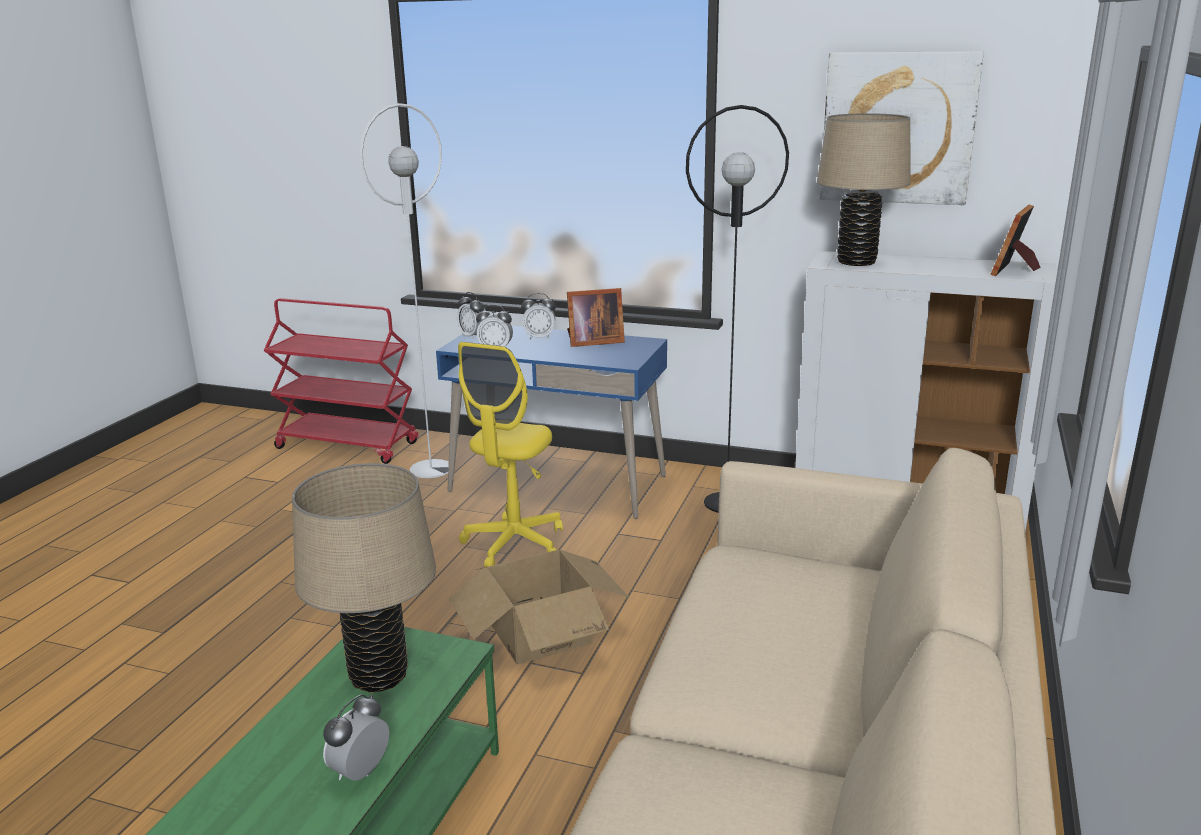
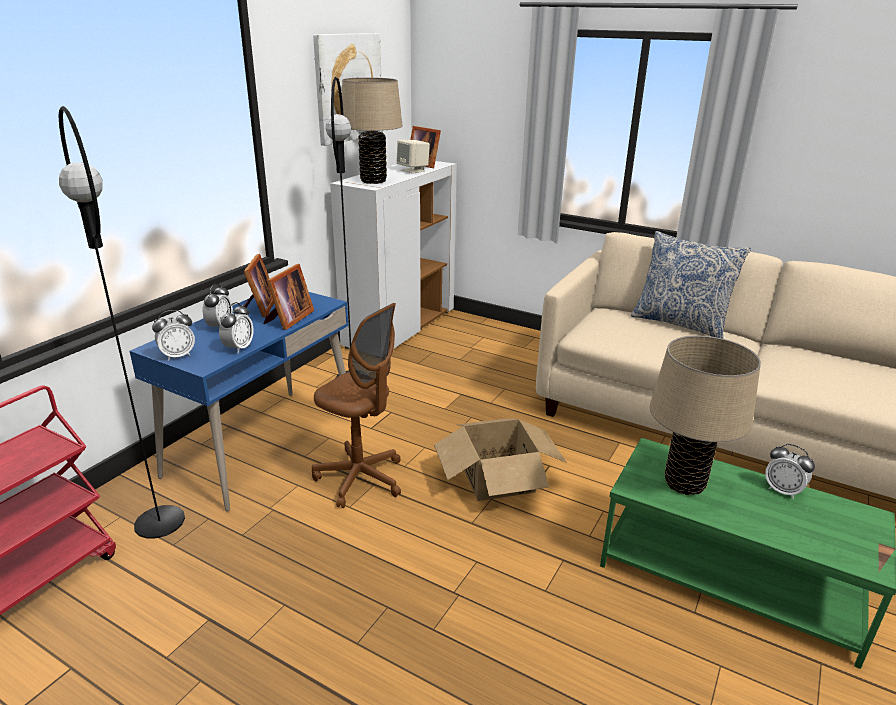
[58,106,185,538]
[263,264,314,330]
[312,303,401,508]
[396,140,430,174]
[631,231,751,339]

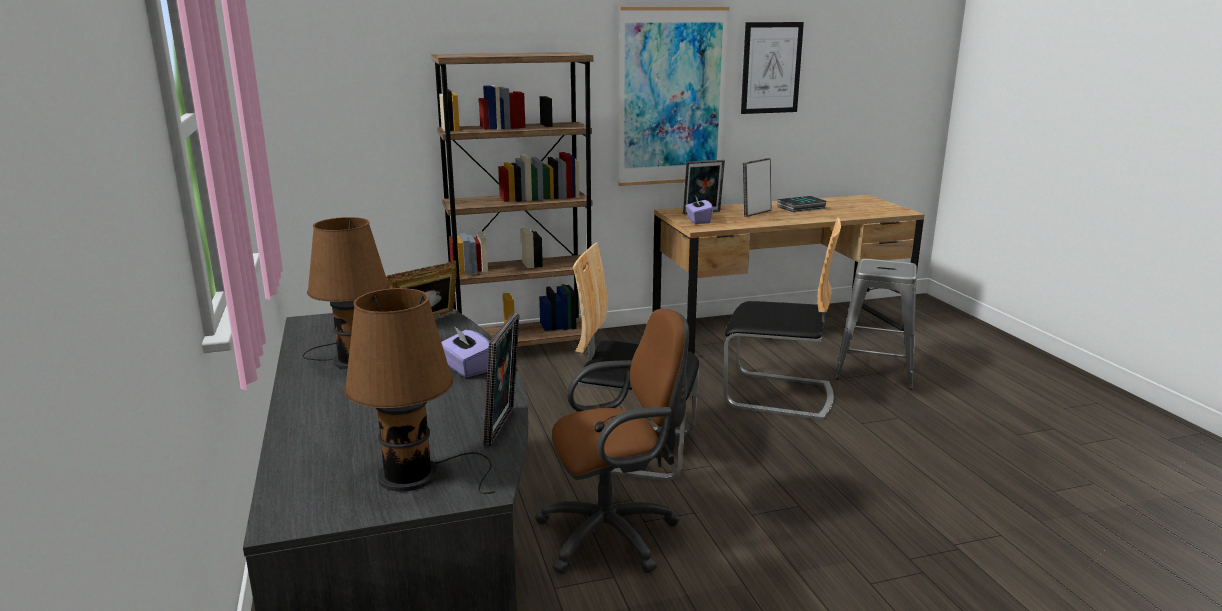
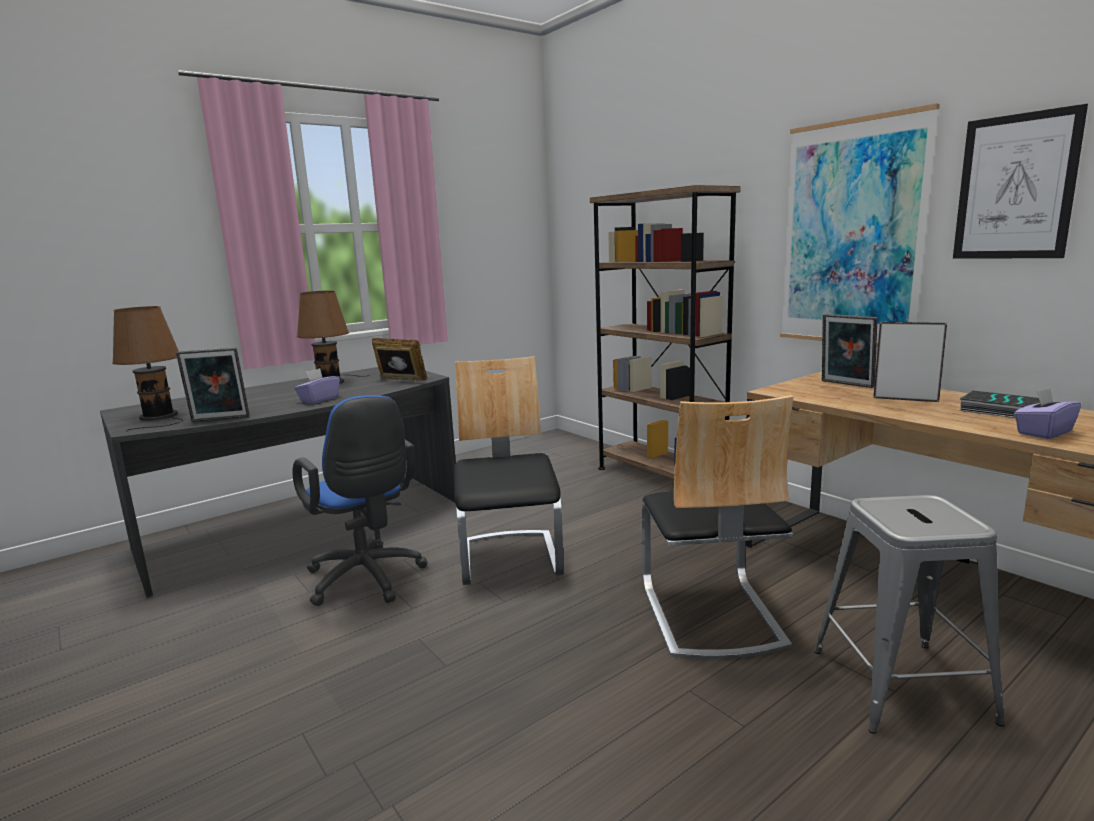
[292,395,428,606]
[1014,387,1081,439]

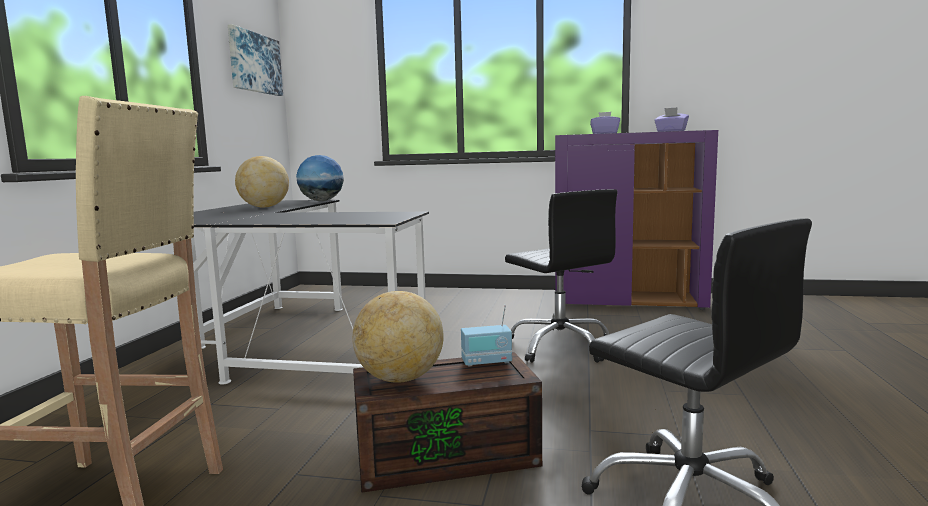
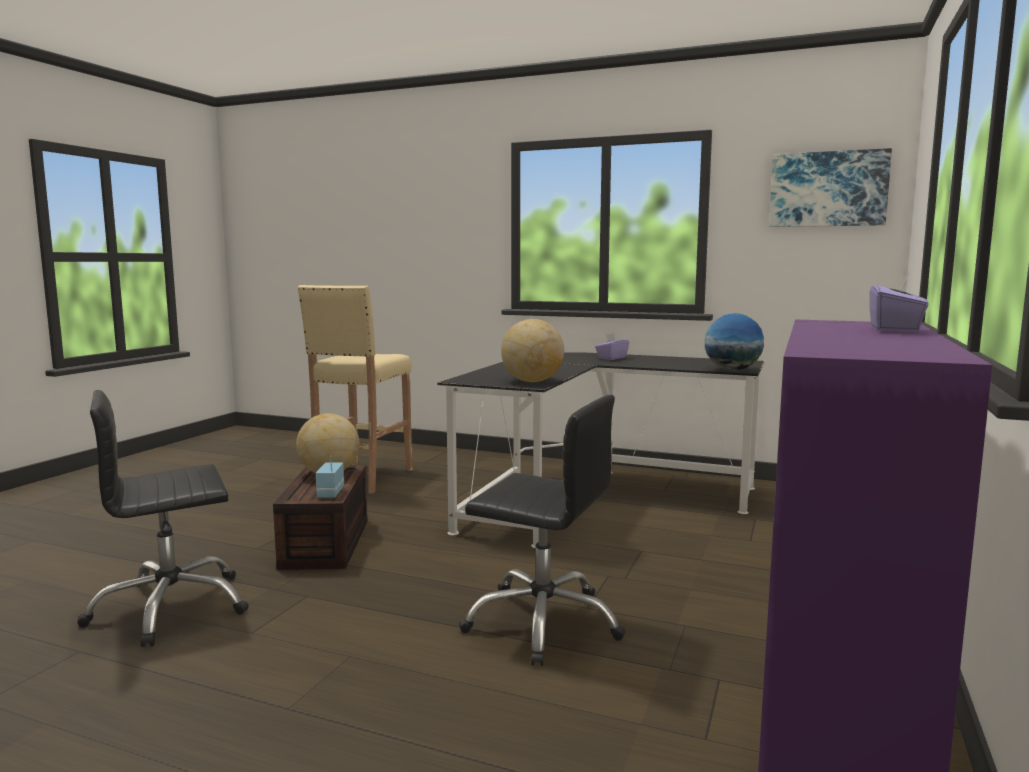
[459,395,626,666]
[501,319,564,382]
[595,333,629,360]

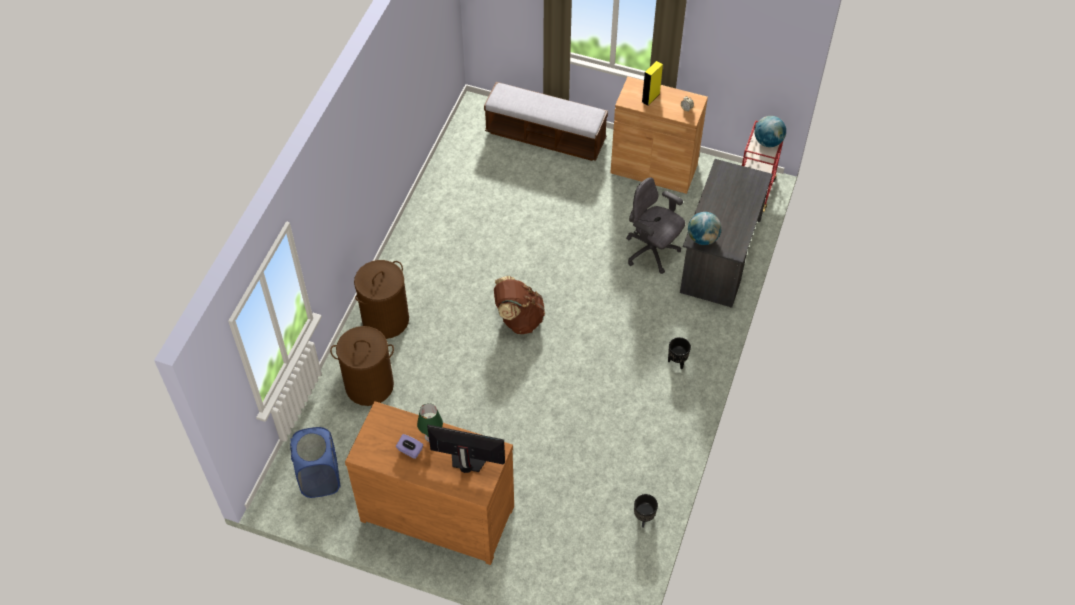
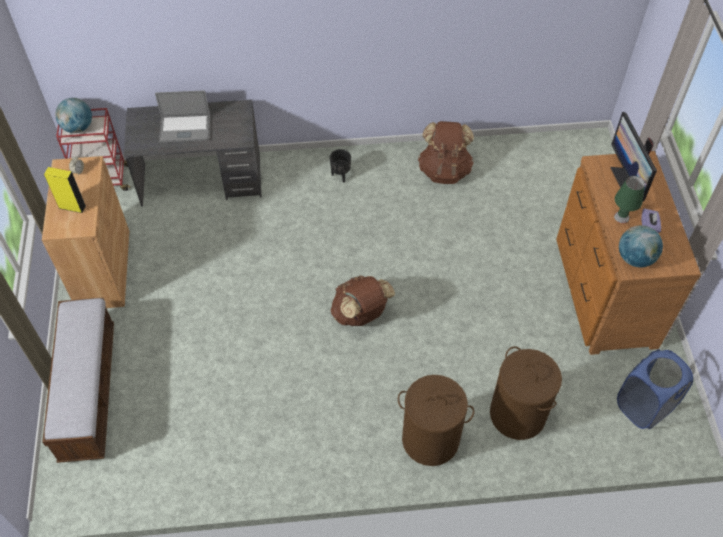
[155,90,210,142]
[418,121,474,184]
[619,225,663,267]
[626,177,685,274] (first image)
[634,494,658,528] (first image)

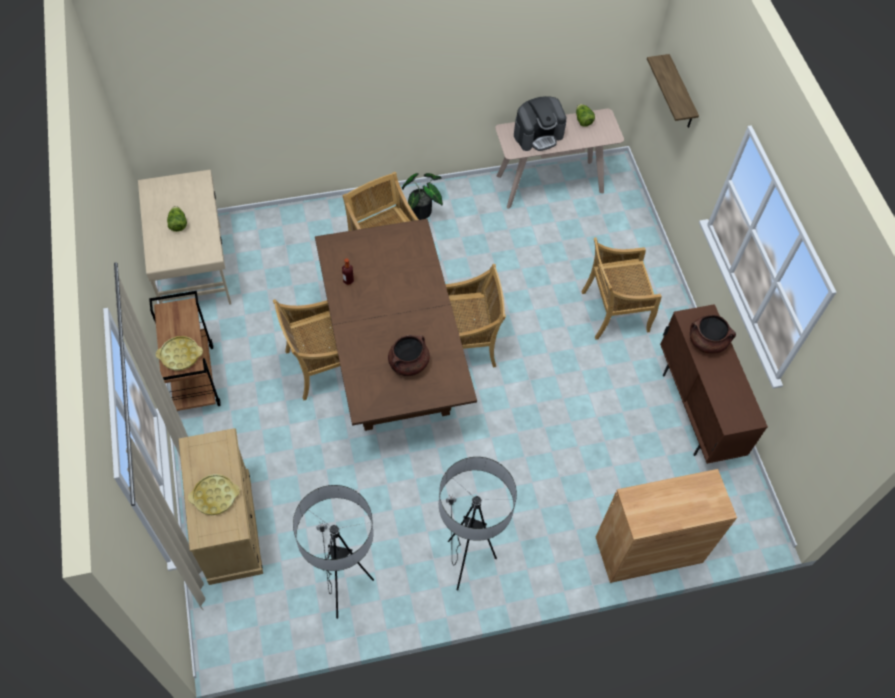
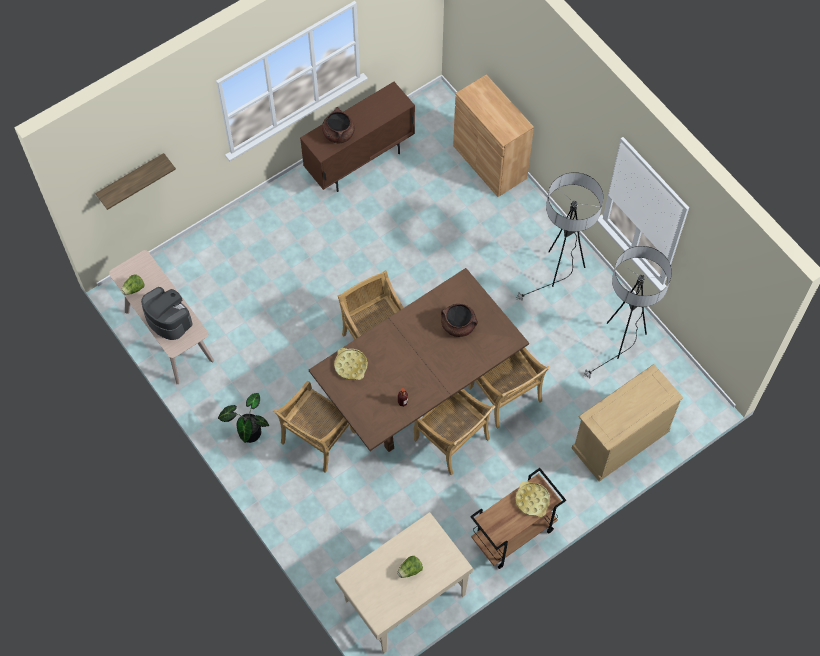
[334,348,368,380]
[468,347,550,429]

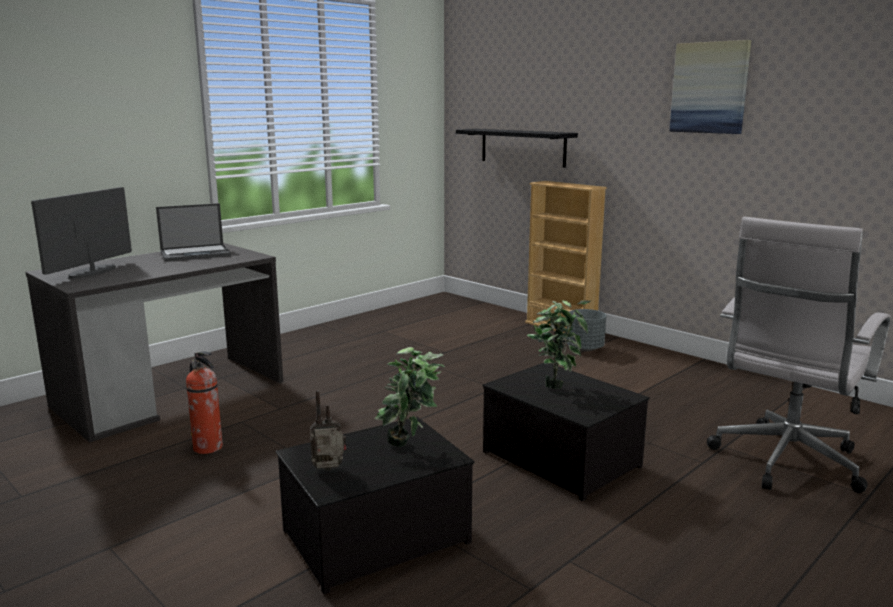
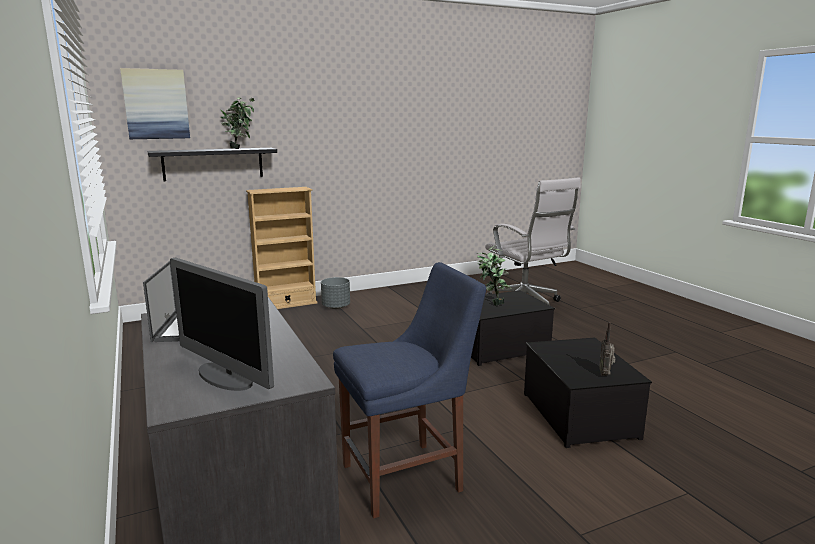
[120,68,190,139]
[221,97,254,149]
[333,262,486,519]

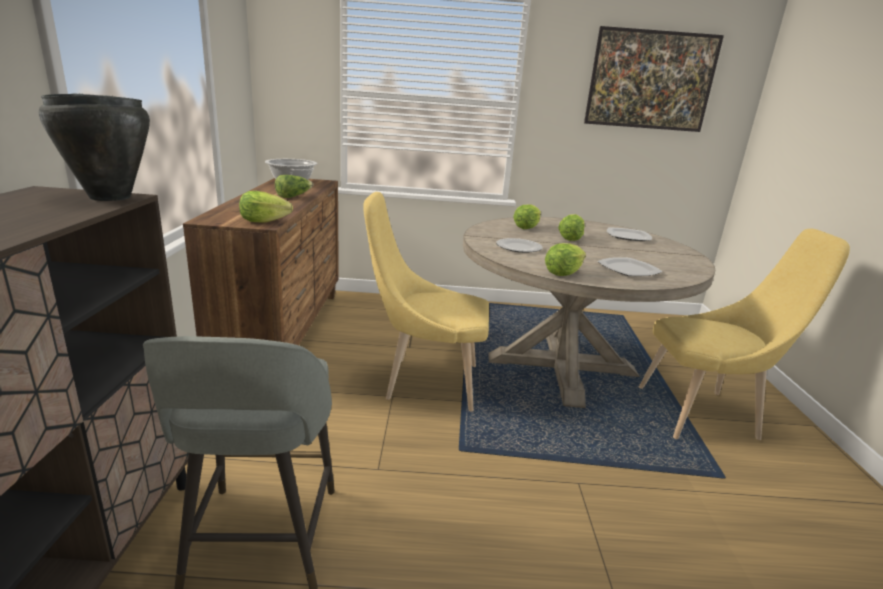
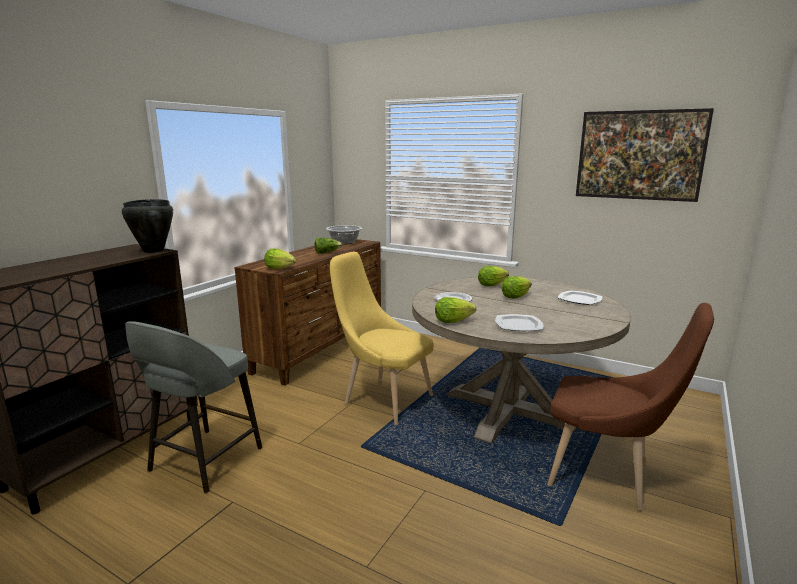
[547,303,714,511]

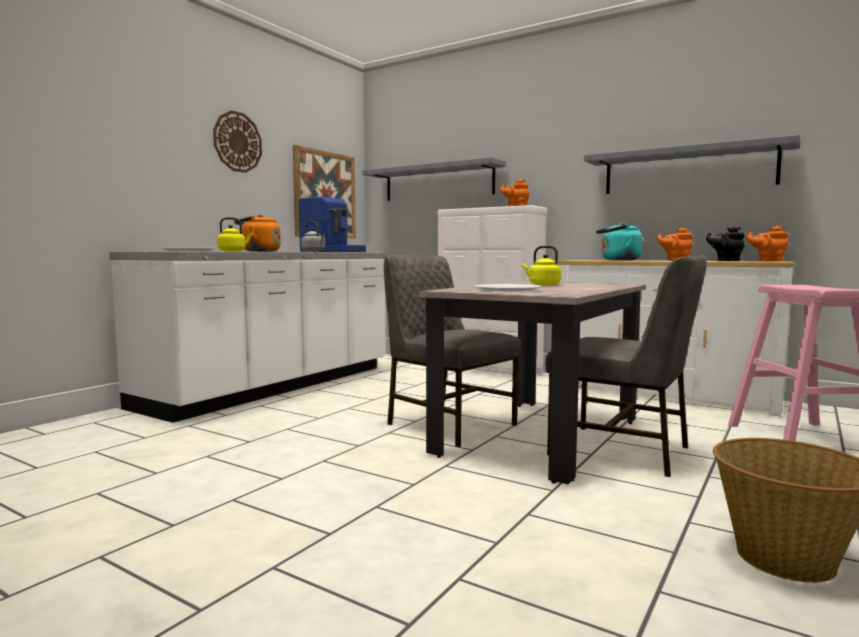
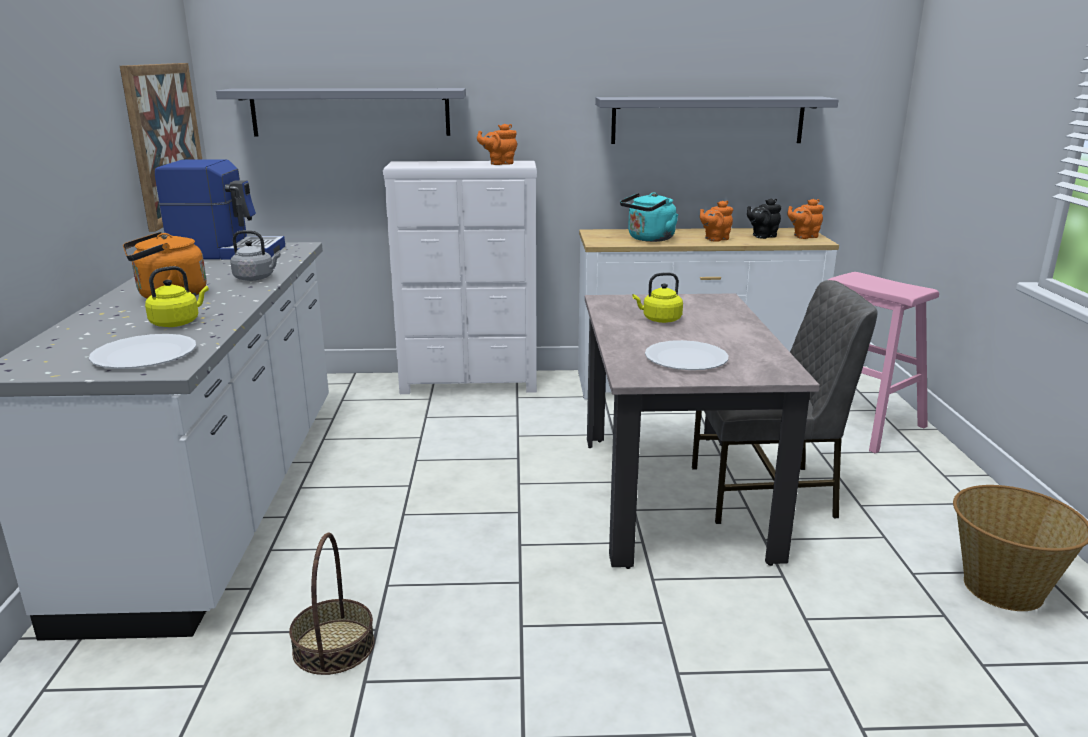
[289,533,375,675]
[213,110,262,173] (first image)
[384,255,522,447] (first image)

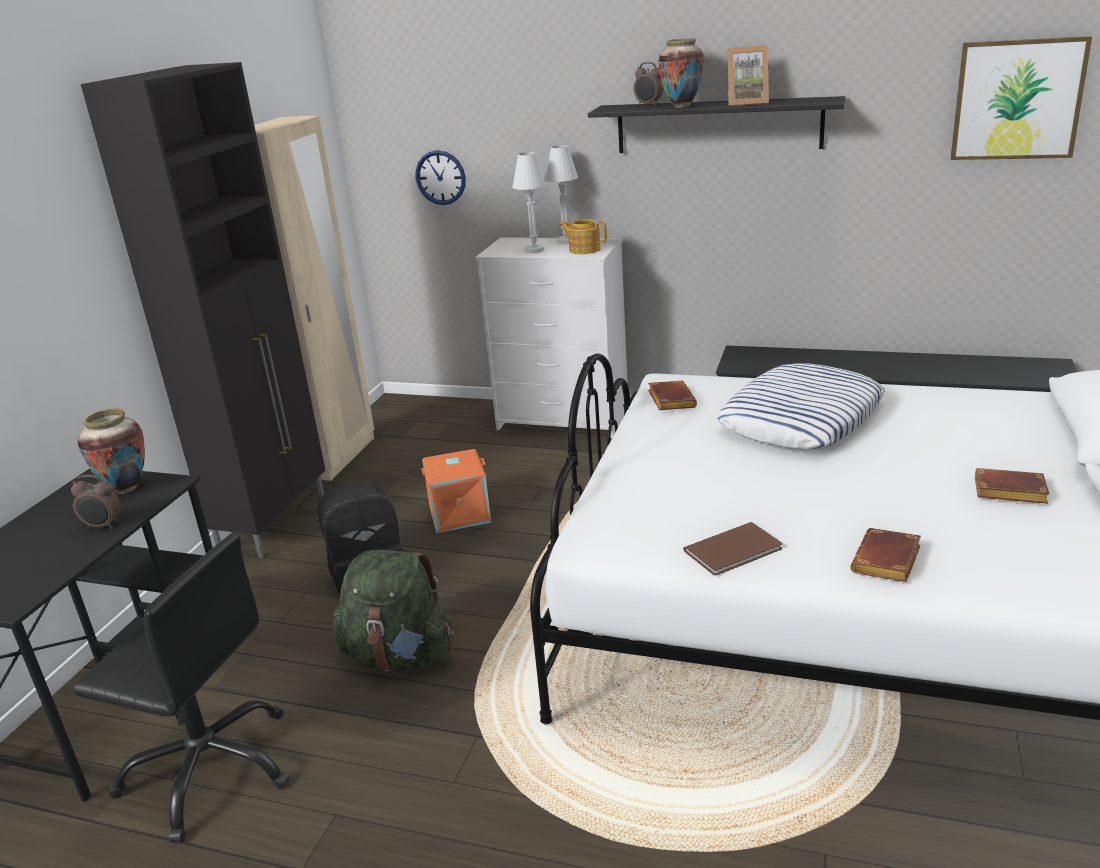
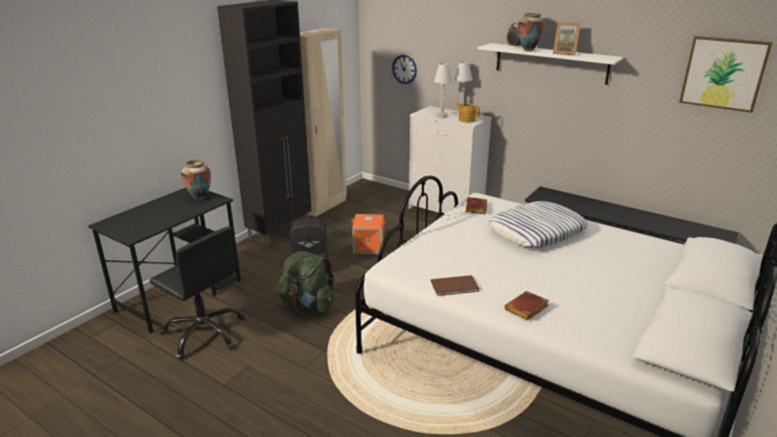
[478,43,623,85]
[71,475,121,529] (first image)
[975,468,1049,504] (first image)

